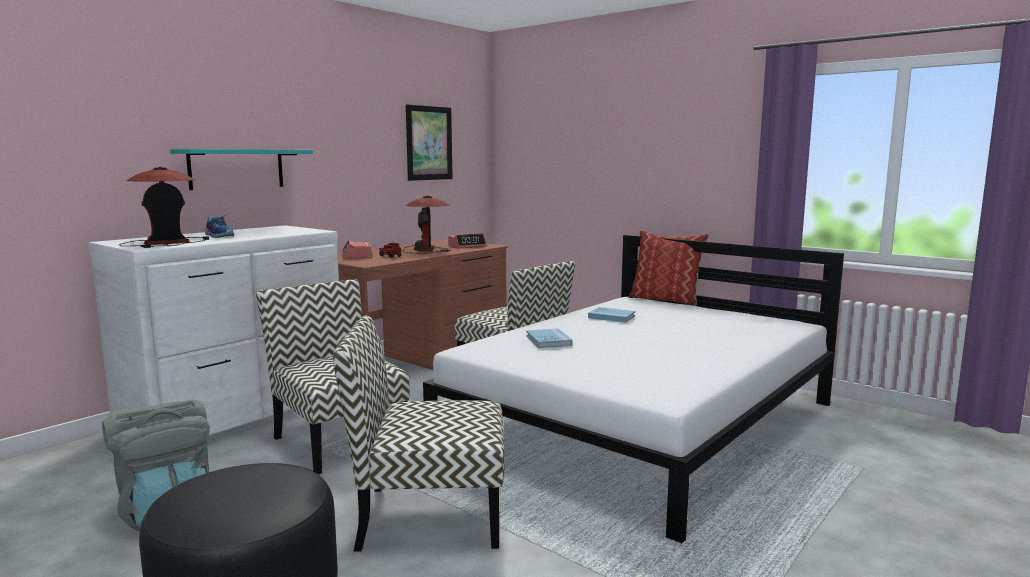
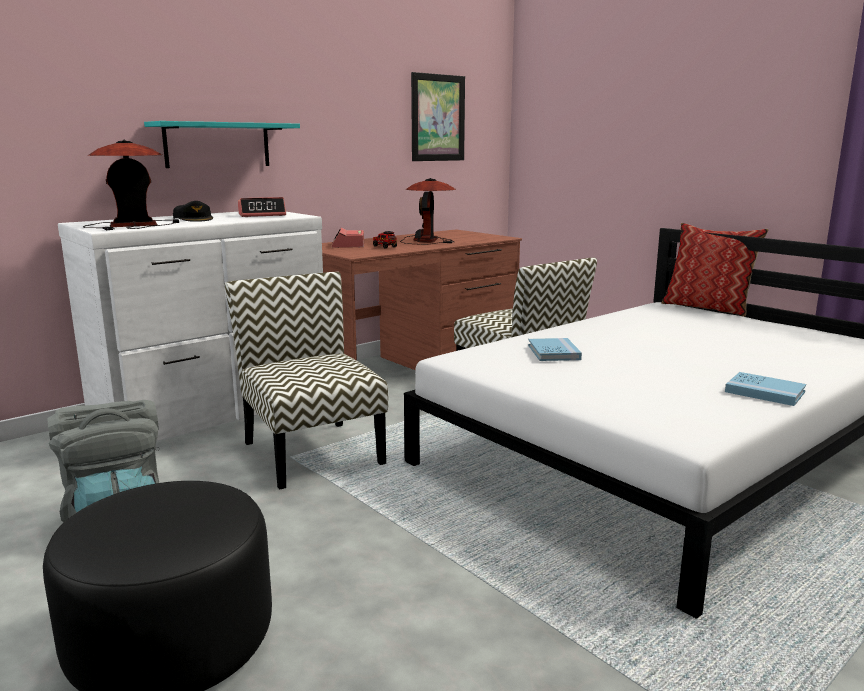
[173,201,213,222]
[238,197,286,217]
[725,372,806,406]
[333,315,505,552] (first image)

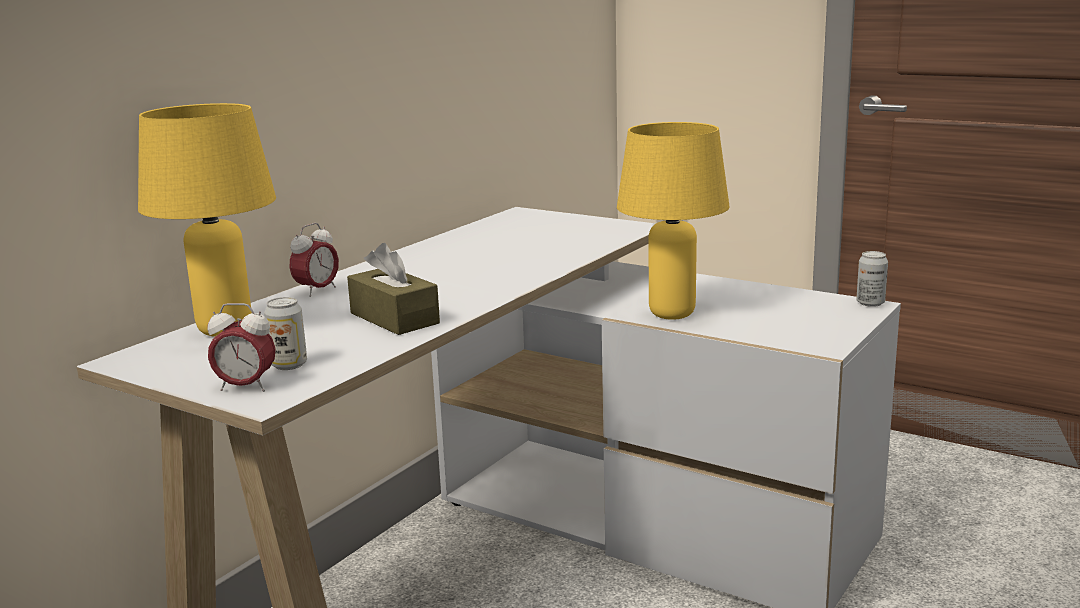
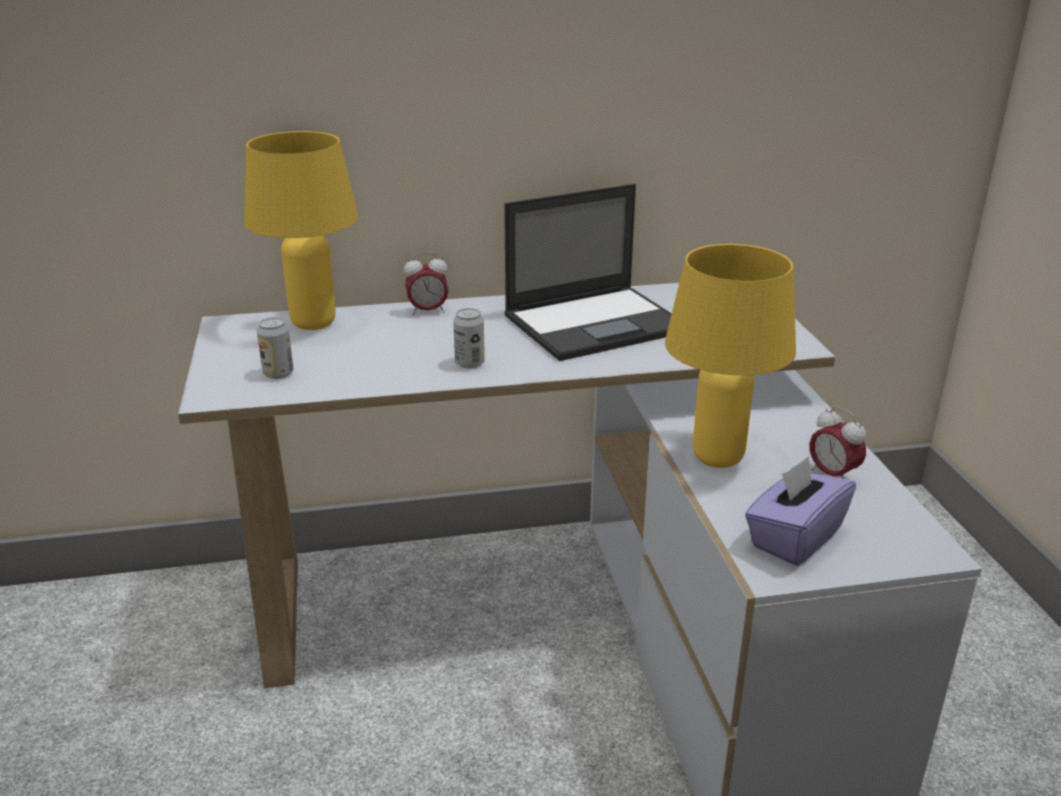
[453,308,485,369]
[504,184,672,361]
[745,456,856,566]
[810,407,866,479]
[347,243,440,335] (first image)

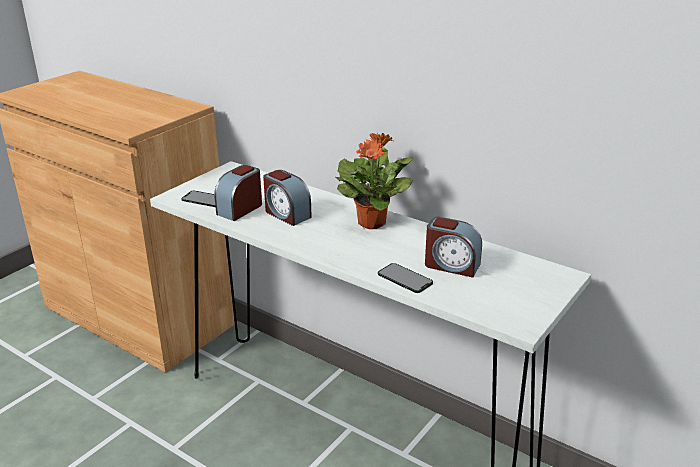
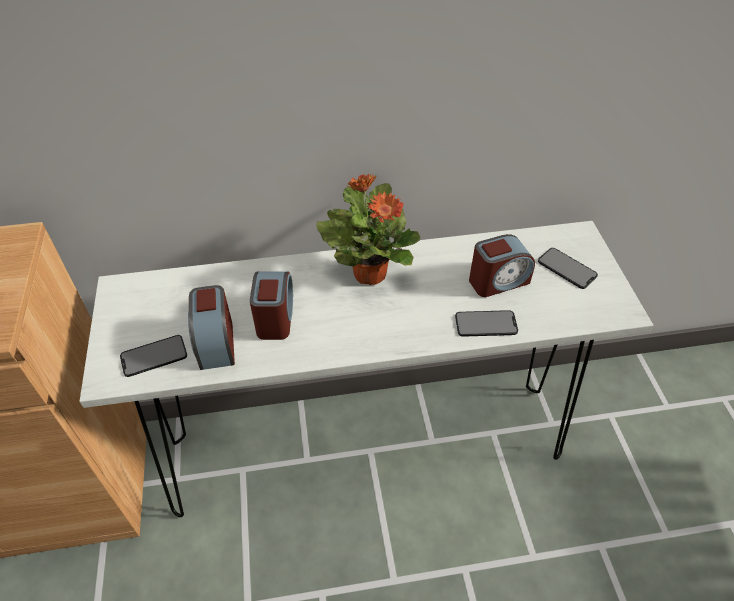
[250,271,293,340]
[538,248,598,289]

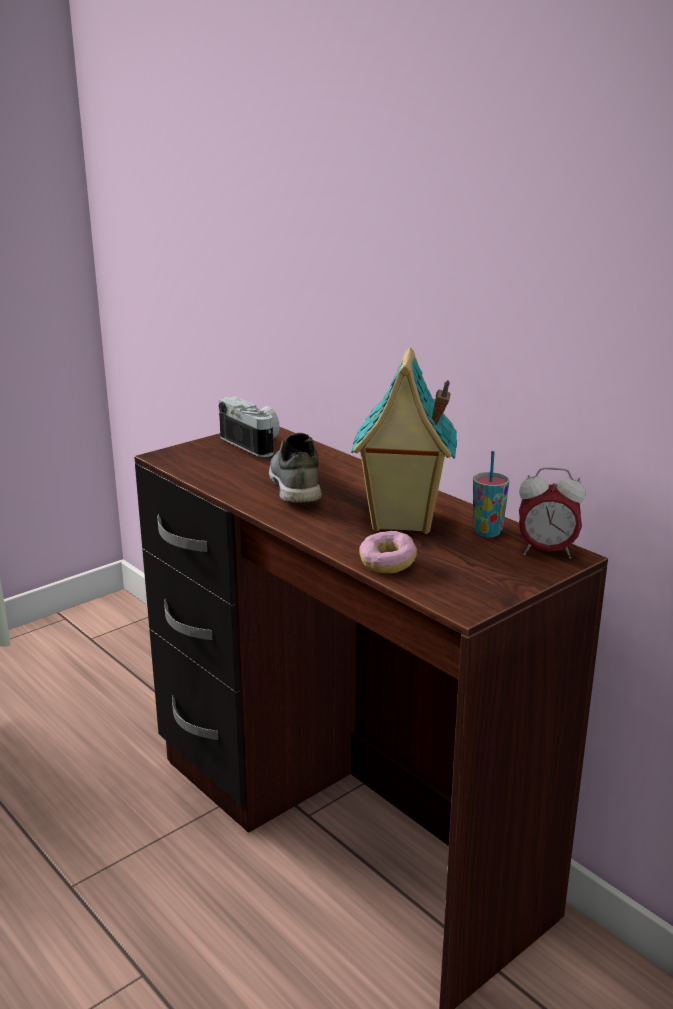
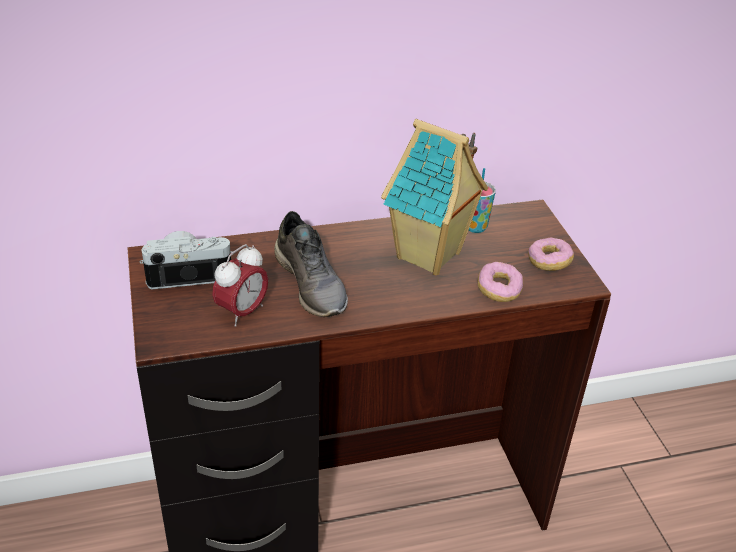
[212,244,268,327]
[274,211,348,317]
[528,237,574,271]

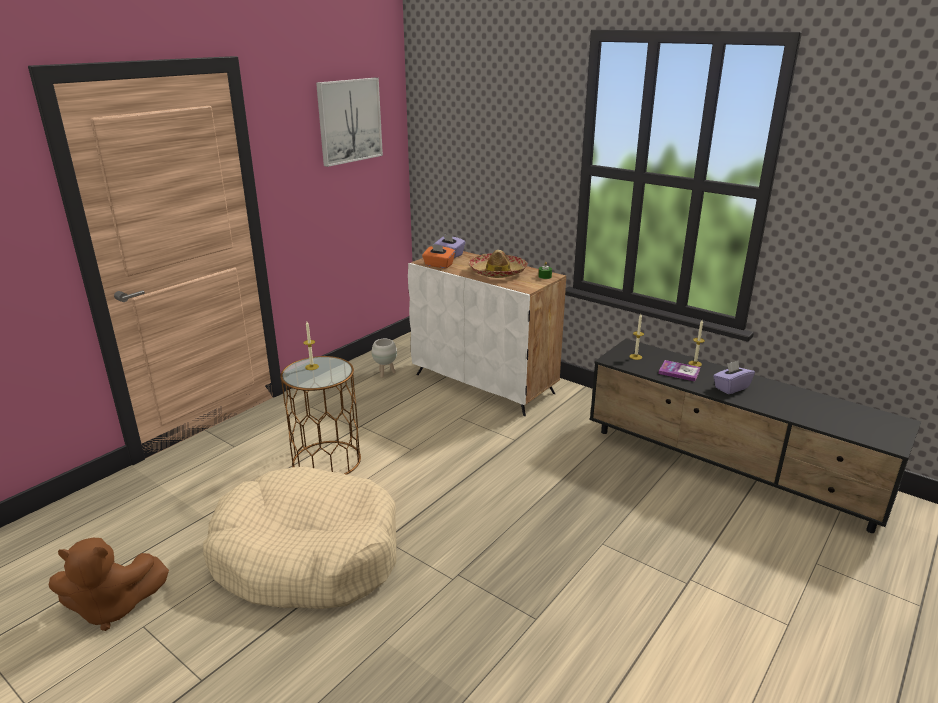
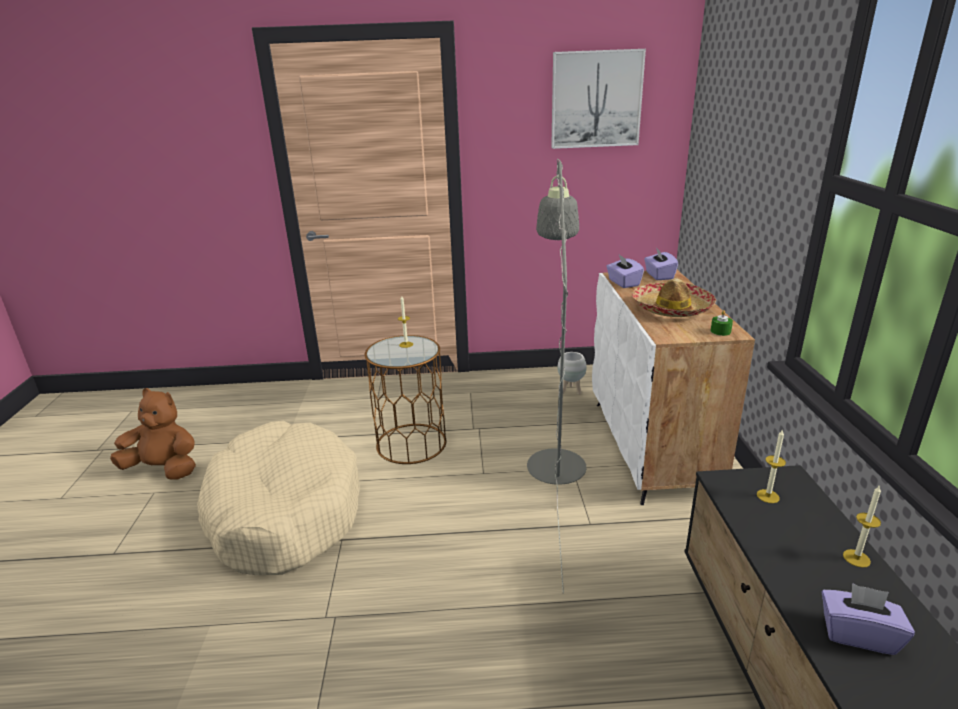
[110,388,196,480]
[527,159,586,594]
[606,255,644,288]
[659,360,700,381] (first image)

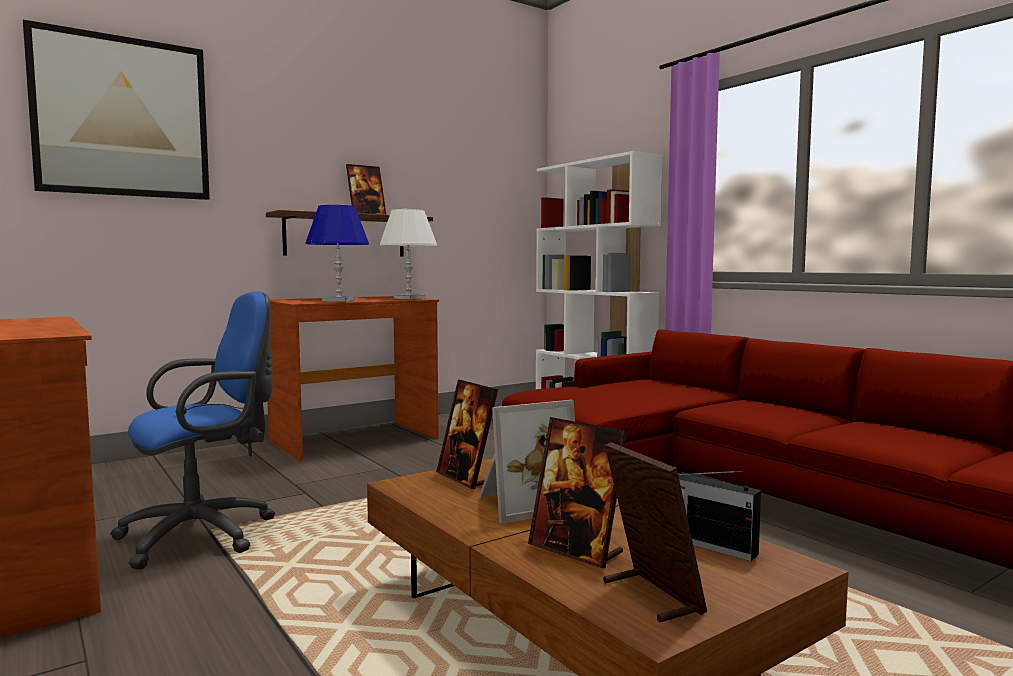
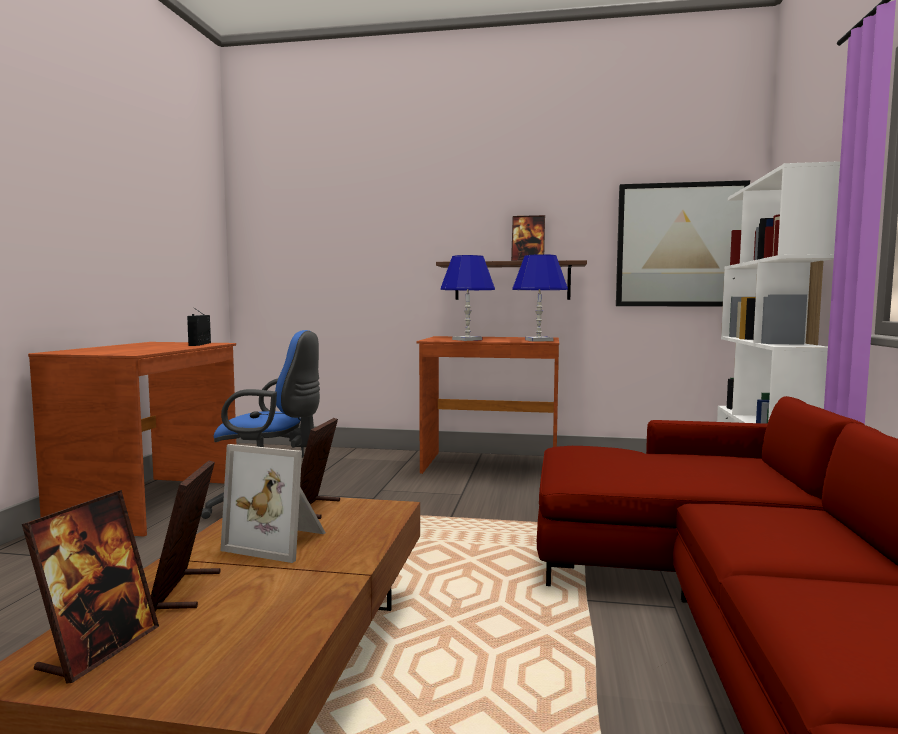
[187,307,211,346]
[512,254,568,342]
[616,180,750,306]

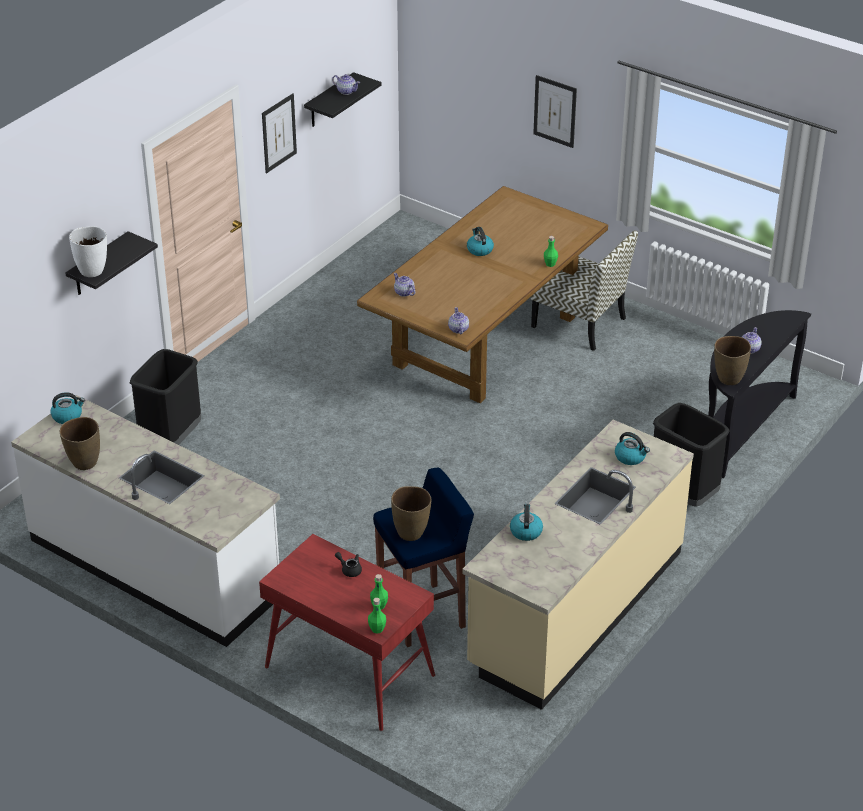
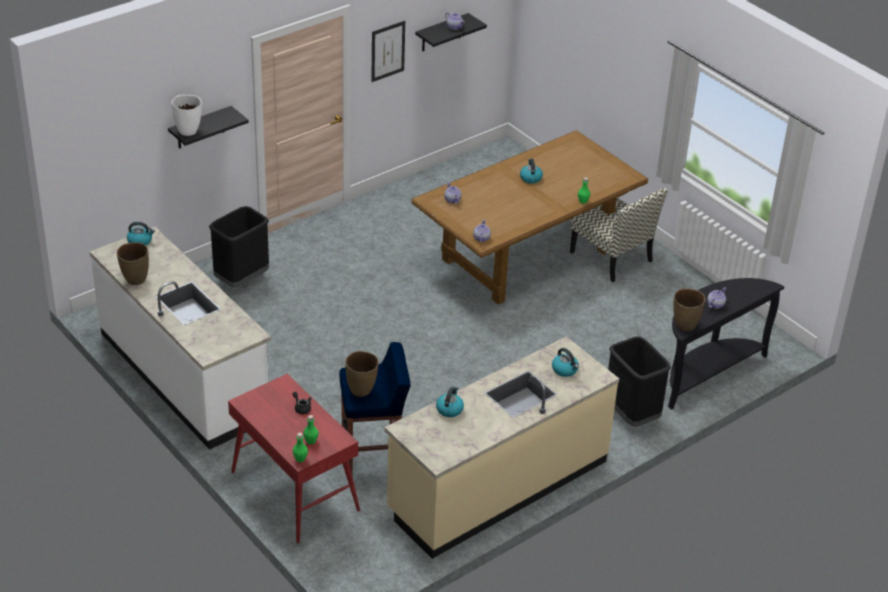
[533,75,577,148] (first image)

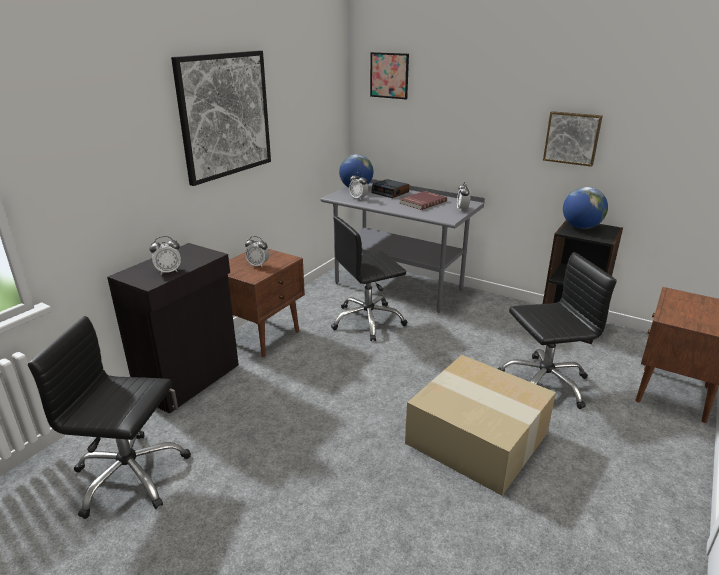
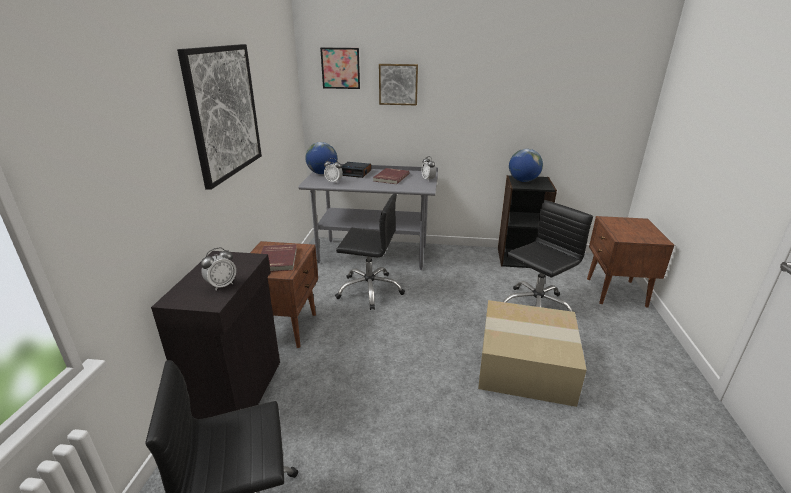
[261,244,297,272]
[335,194,405,310]
[379,64,418,106]

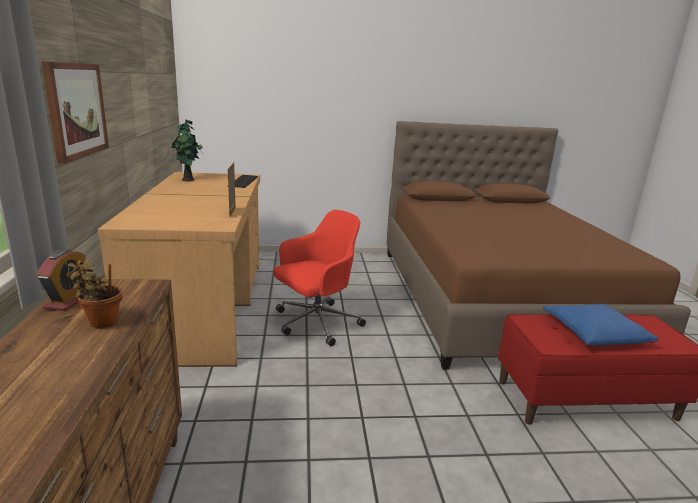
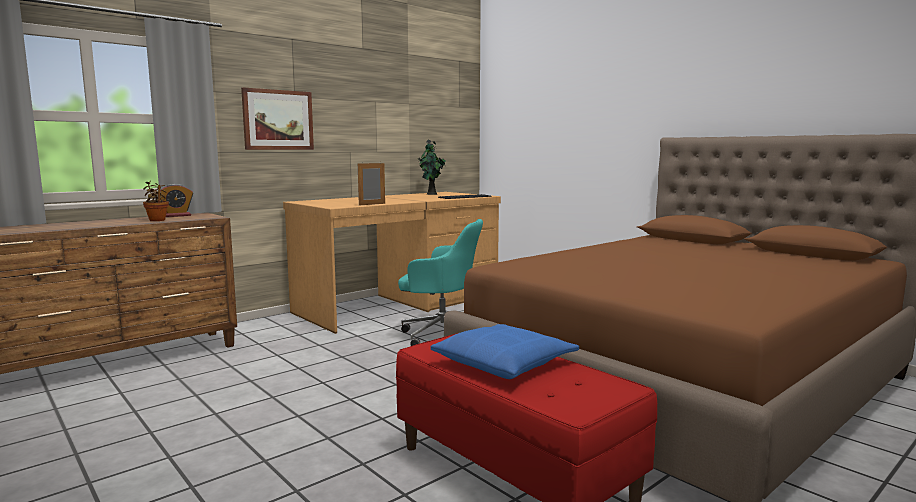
[398,219,483,346]

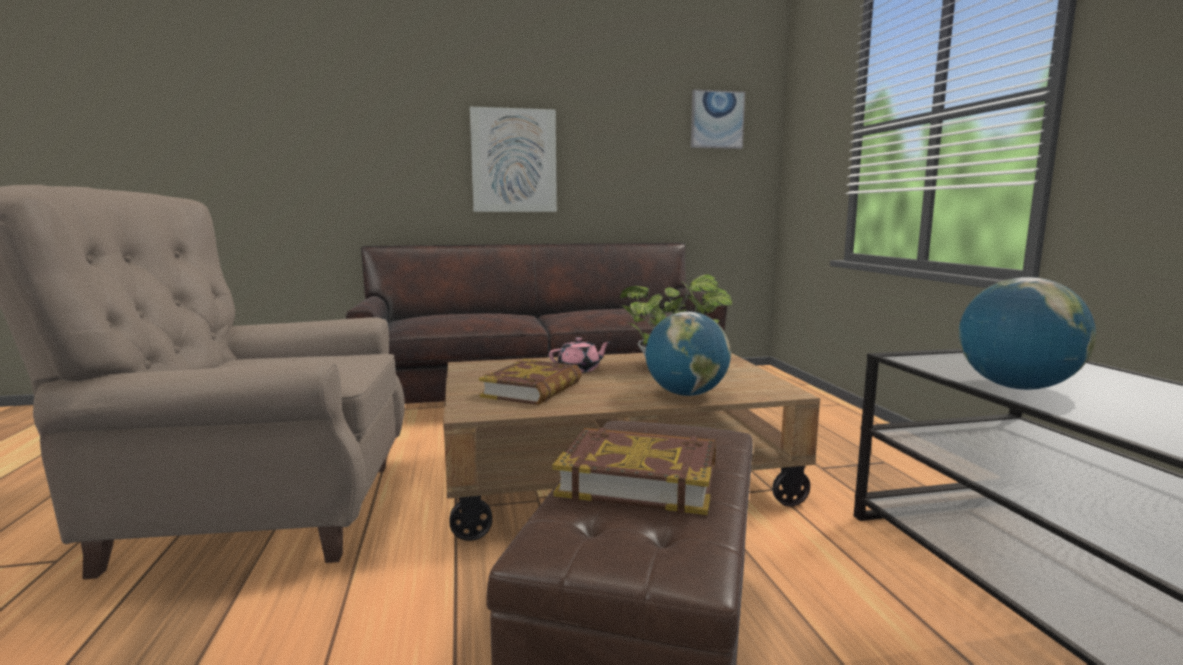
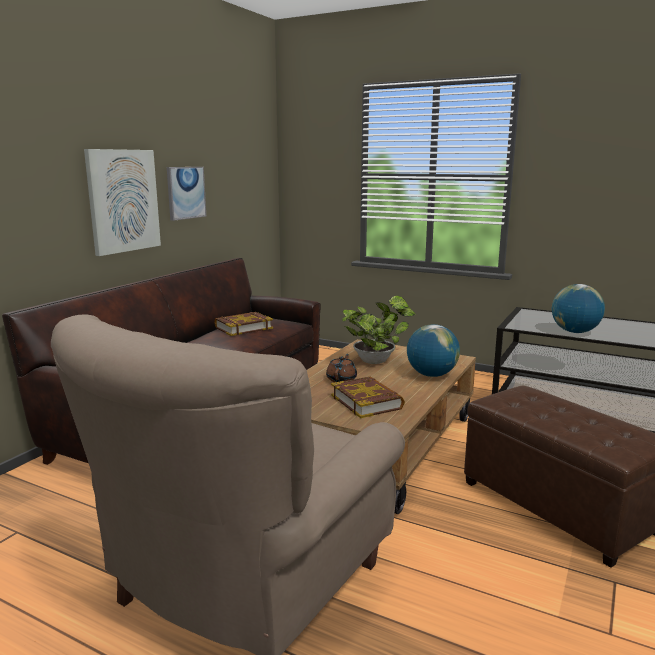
[167,167,206,221]
[214,312,273,336]
[326,354,357,382]

